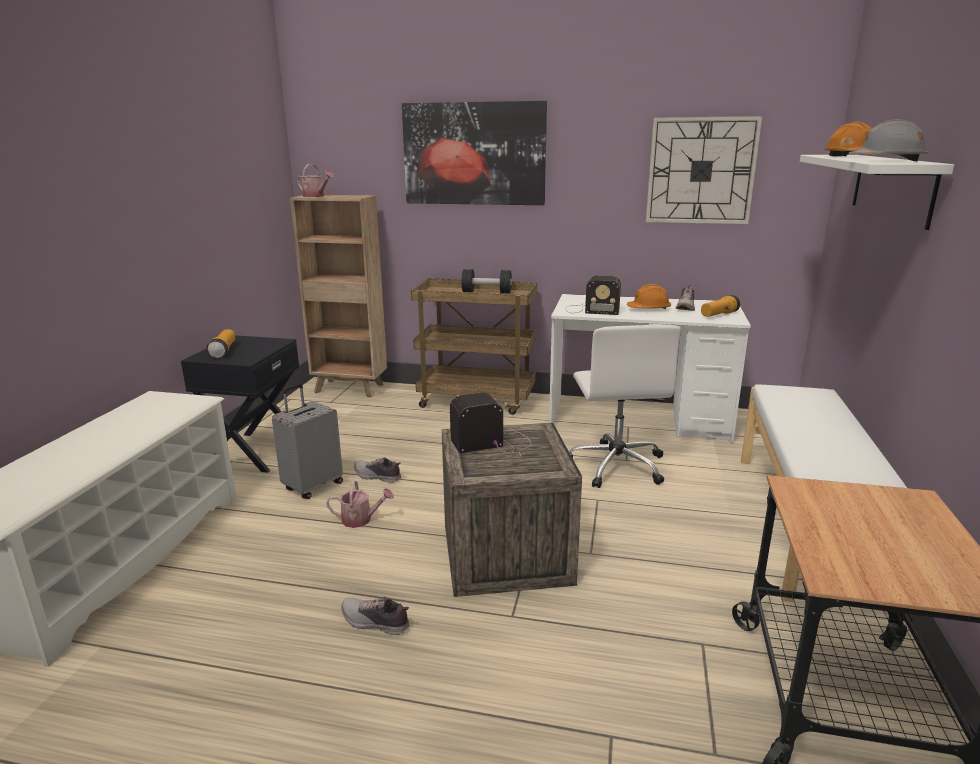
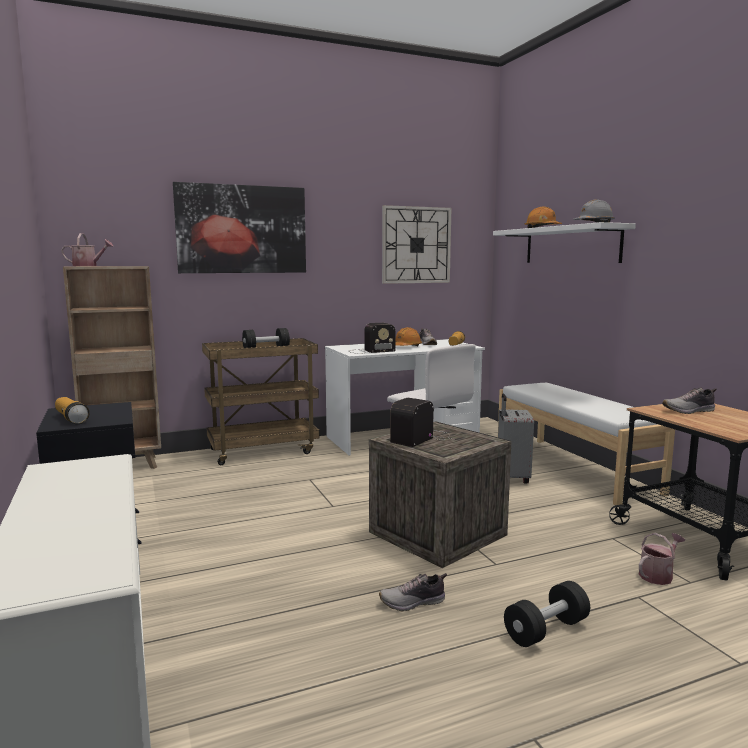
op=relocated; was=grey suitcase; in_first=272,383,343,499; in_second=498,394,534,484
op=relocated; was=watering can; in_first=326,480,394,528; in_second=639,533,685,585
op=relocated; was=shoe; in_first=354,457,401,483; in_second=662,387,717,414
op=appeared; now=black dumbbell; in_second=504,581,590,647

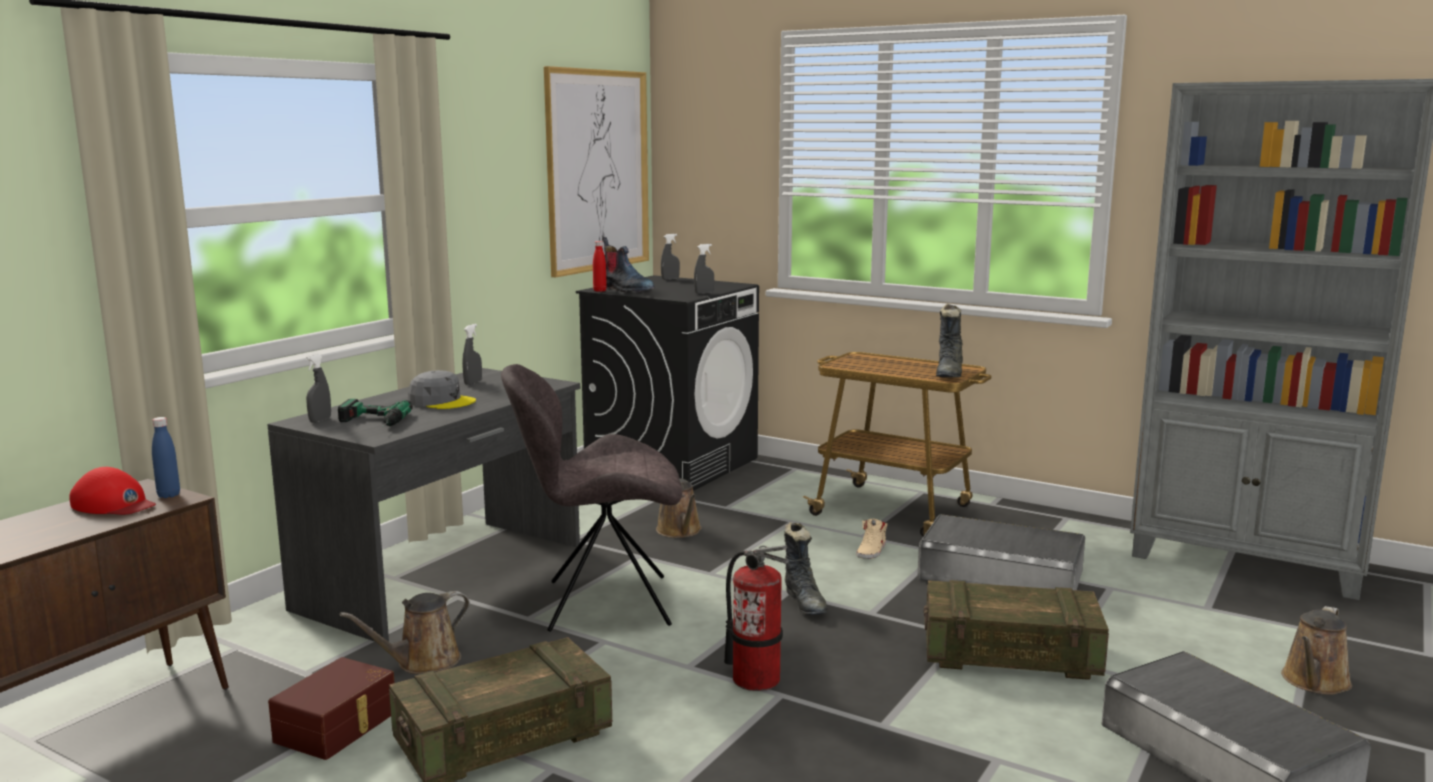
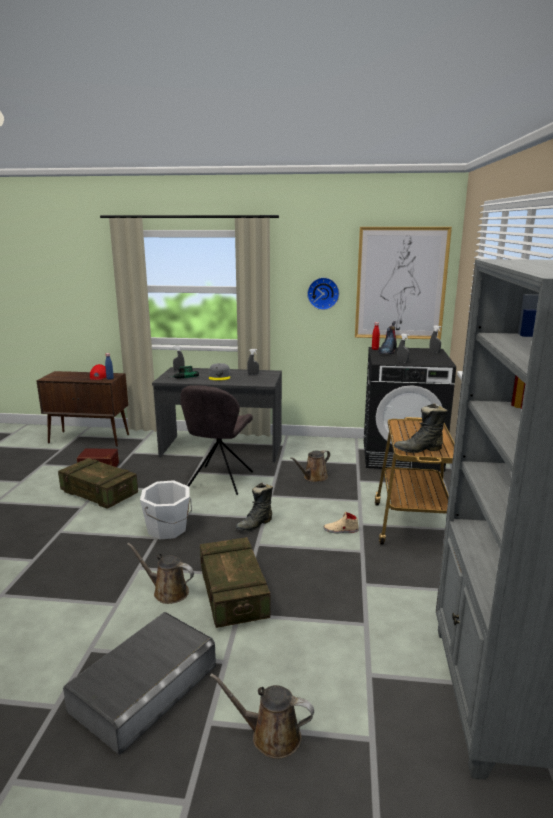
op=relocated; was=brown watering can; in_first=339,591,470,674; in_second=127,543,194,604
op=spun; was=grey chair; in_first=501,364,682,632; in_second=180,385,253,495; clockwise=-135
op=exchanged; was=fire extinguisher; now=white bucket; in_first=724,545,789,691; in_second=140,480,192,539
op=missing; was=grey storage box; in_first=917,514,1085,590
op=appeared; now=wall clock; in_second=307,277,339,310

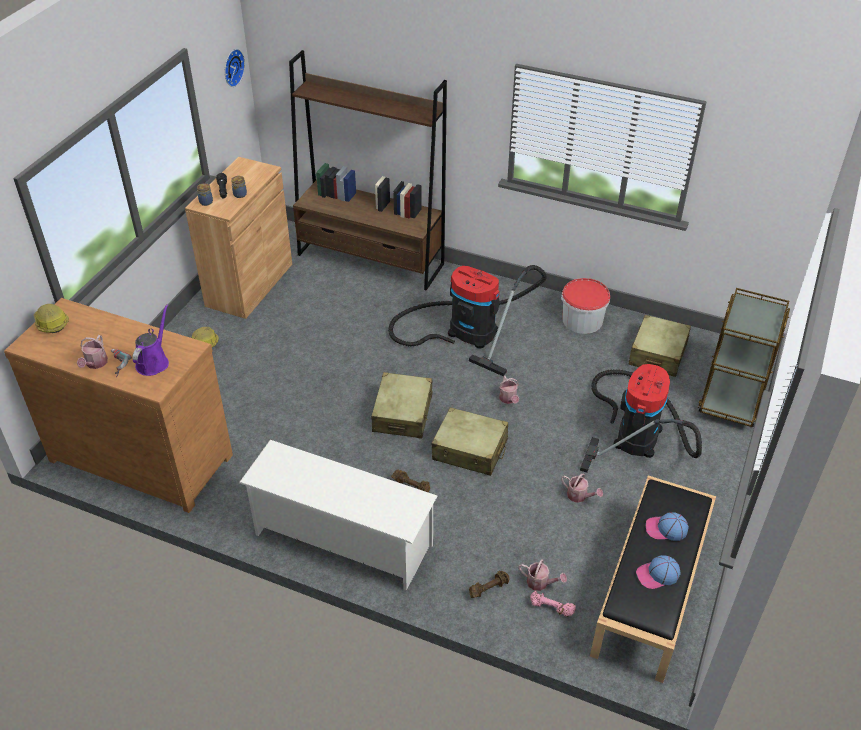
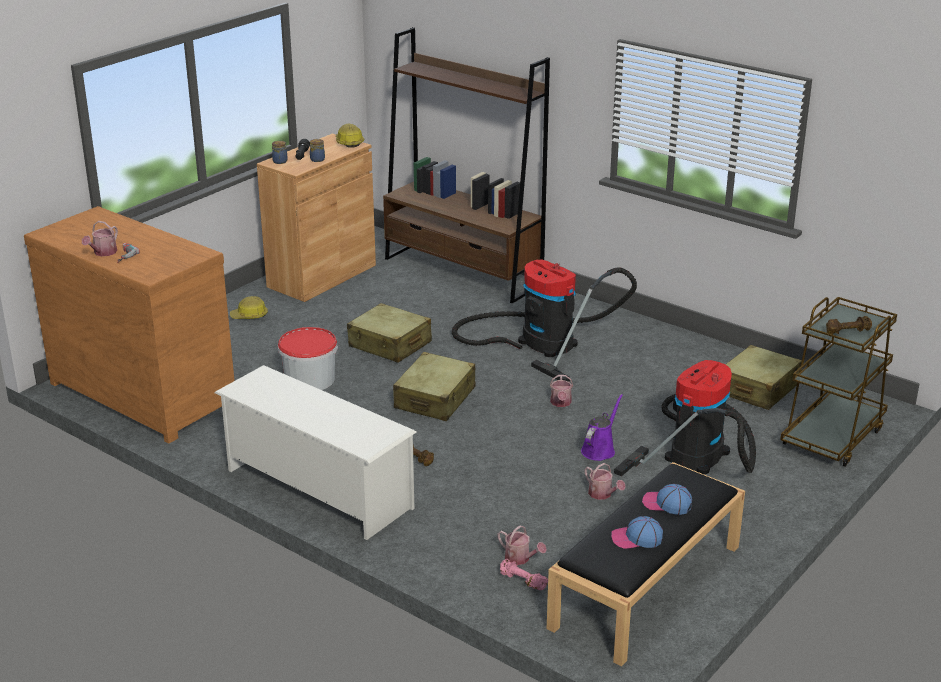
op=relocated; was=hard hat; in_first=34,304,69,333; in_second=336,124,365,148
op=relocated; was=purple watering can; in_first=132,304,169,376; in_second=581,394,623,461
op=missing; was=wall clock; in_first=225,49,245,87
op=relocated; was=beige suitcase; in_first=431,407,508,476; in_second=347,303,432,363
op=relocated; was=brown dumbbell; in_first=469,571,509,598; in_second=826,316,872,335
op=relocated; was=bucket; in_first=561,278,610,334; in_second=278,327,338,390

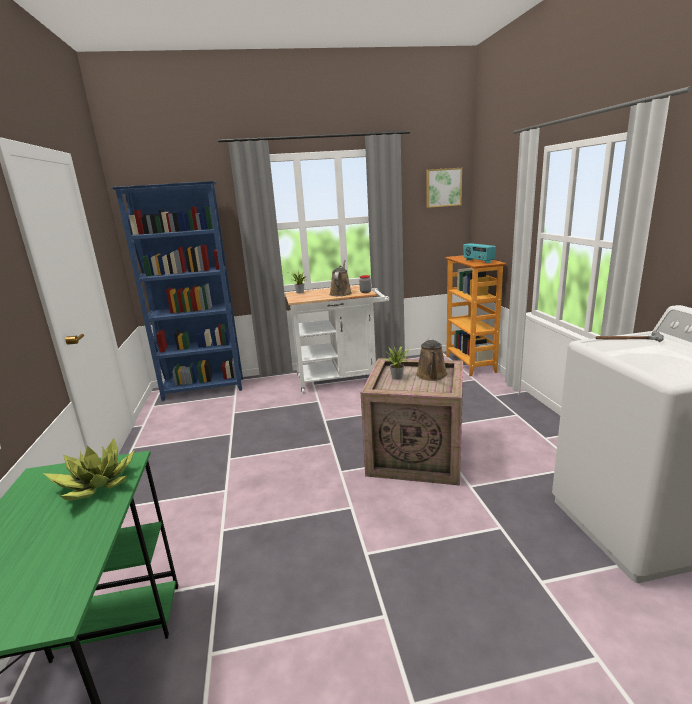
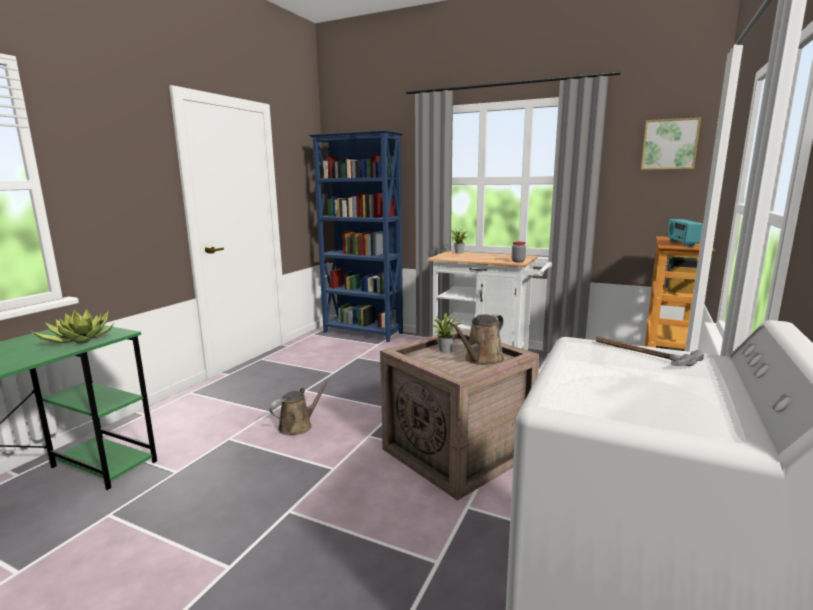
op=relocated; was=brown watering can; in_first=329,260,352,296; in_second=269,375,333,435

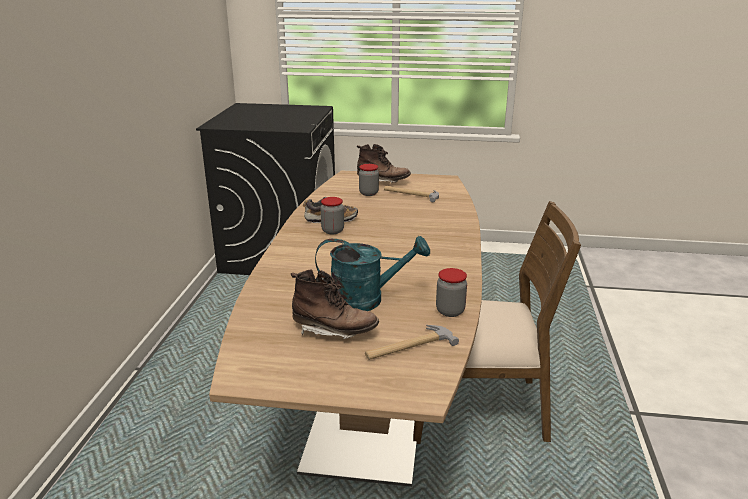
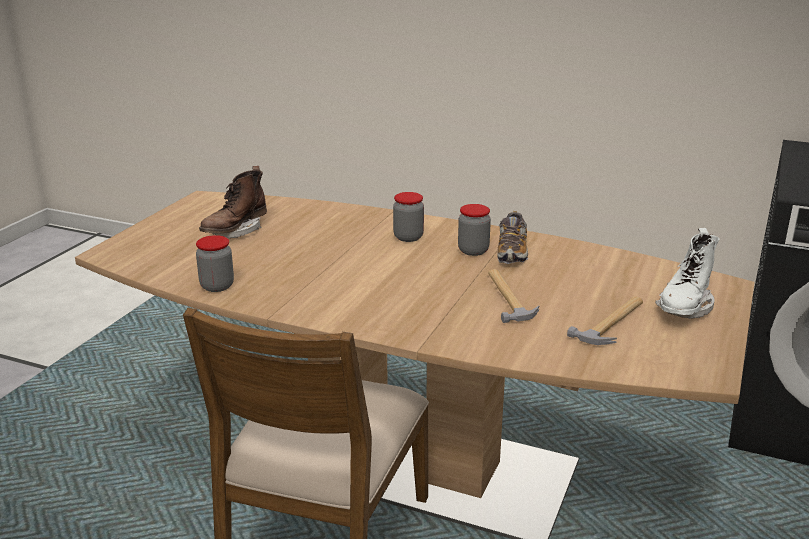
op=missing; was=turquoise watering can; in_first=315,236,430,311
op=colour; was=brown boot; now=white boot; in_first=357,144,411,183; in_second=655,228,720,319
op=relocated; was=jar; in_first=359,164,379,196; in_second=393,192,424,242
op=relocated; was=hammer; in_first=365,325,459,360; in_second=488,269,540,323

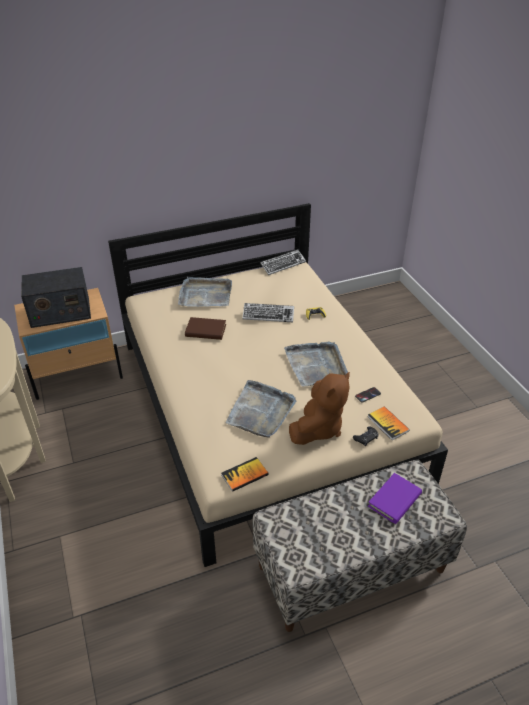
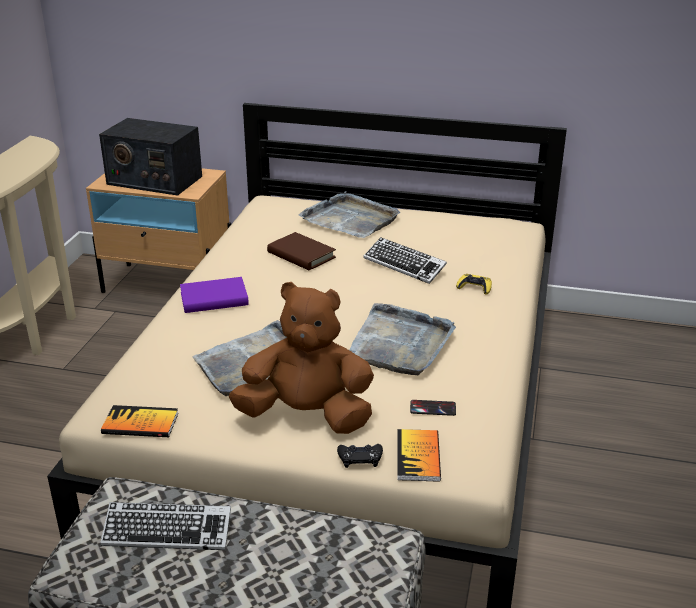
op=relocated; was=keyboard; in_first=260,249,306,275; in_second=100,502,231,550
op=spun; was=brown plush toy; in_first=289,372,350,445; in_second=229,282,374,434; clockwise=-150
op=relocated; was=purple book; in_first=368,473,422,524; in_second=180,277,249,313

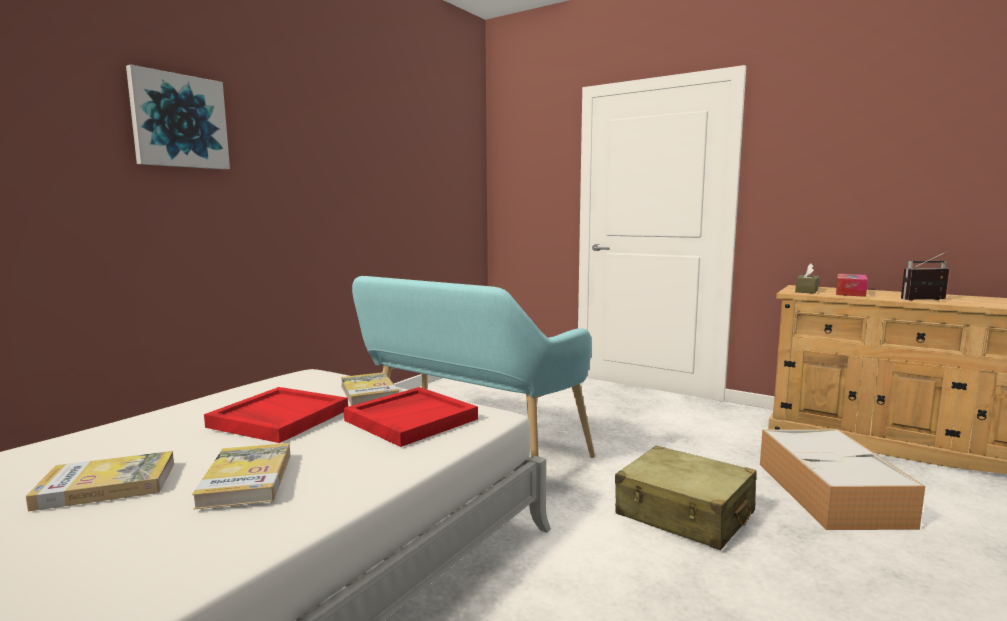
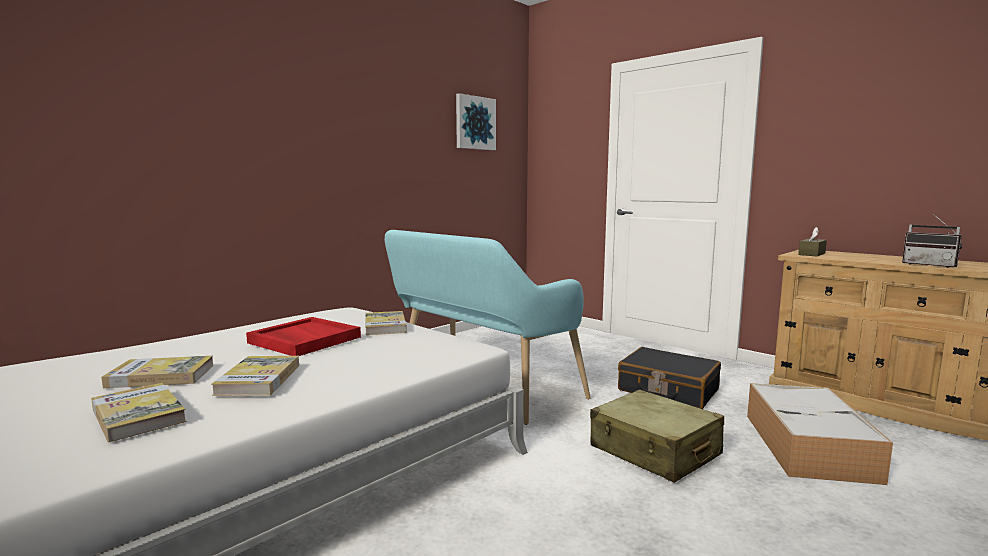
op=relocated; was=picture; in_first=126,64,230,170; in_second=456,93,496,150
op=missing; was=red tray; in_first=344,387,478,447
op=missing; was=tissue box; in_first=836,274,868,297
op=spun; was=radio; in_first=901,251,949,301; in_second=902,214,962,268; clockwise=-135
op=appeared; now=book; in_second=91,383,187,442
op=appeared; now=black suitcase; in_second=618,347,721,409

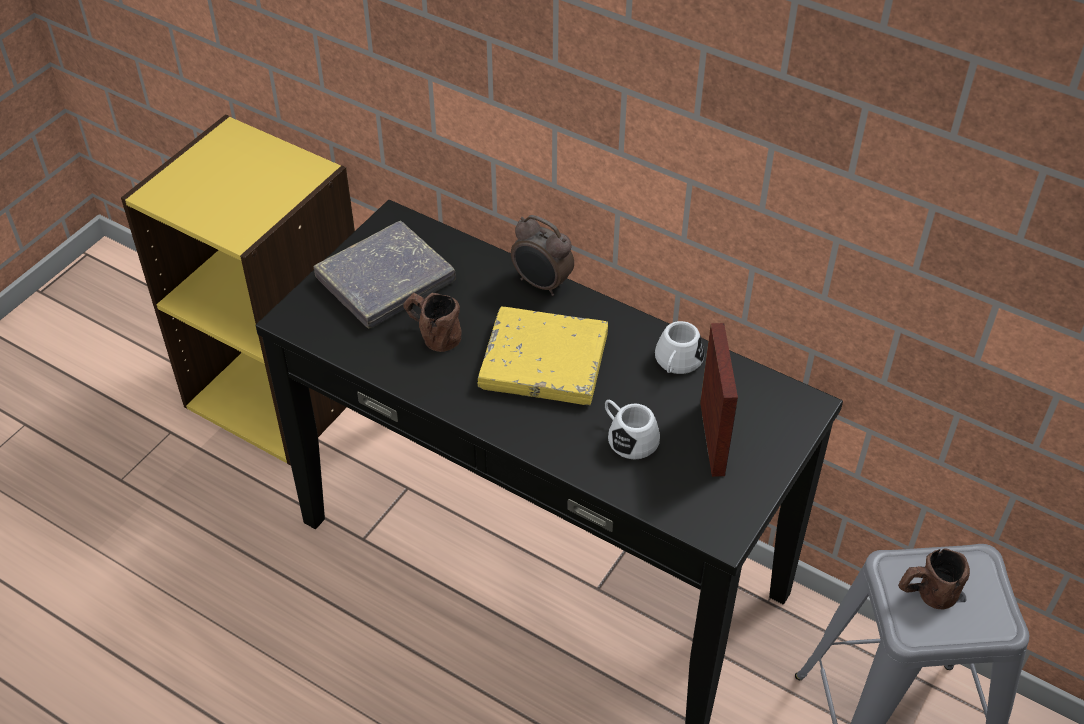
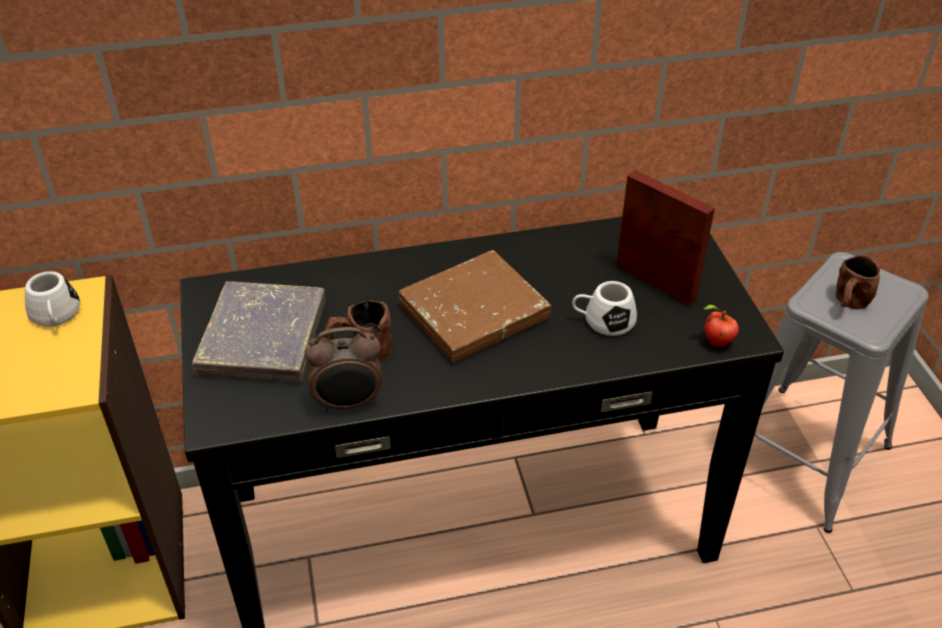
op=colour; was=yellow book; now=brown book; in_first=478,307,608,405; in_second=399,250,552,362
op=relocated; was=alarm clock; in_first=511,215,574,296; in_second=305,327,382,413
op=relocated; was=white mug; in_first=655,321,704,374; in_second=25,271,80,326
op=appeared; now=apple; in_second=704,305,739,347

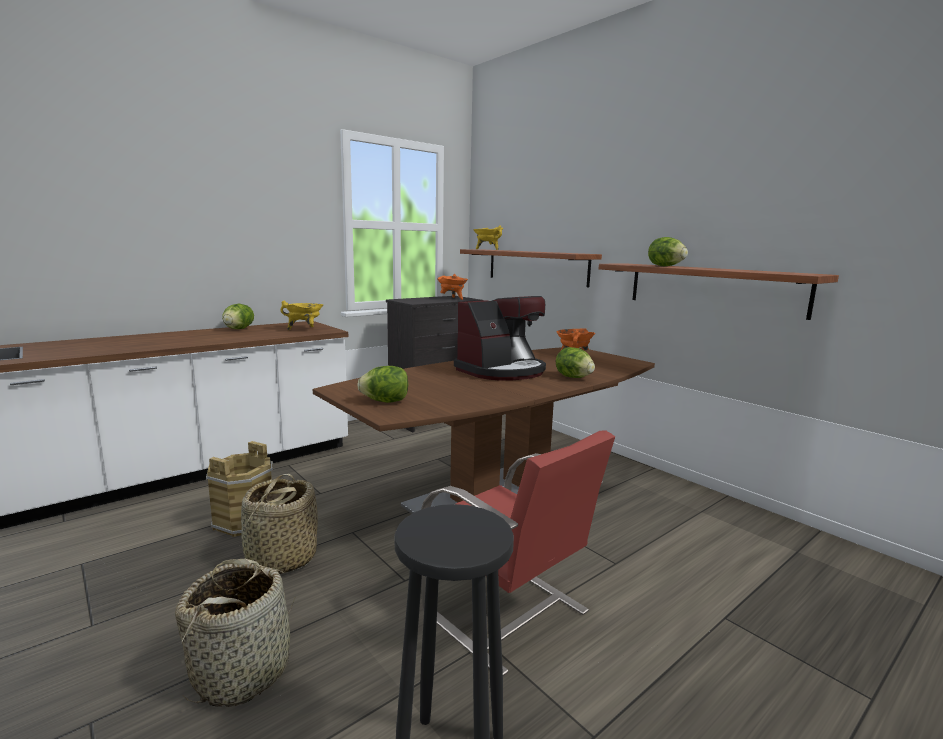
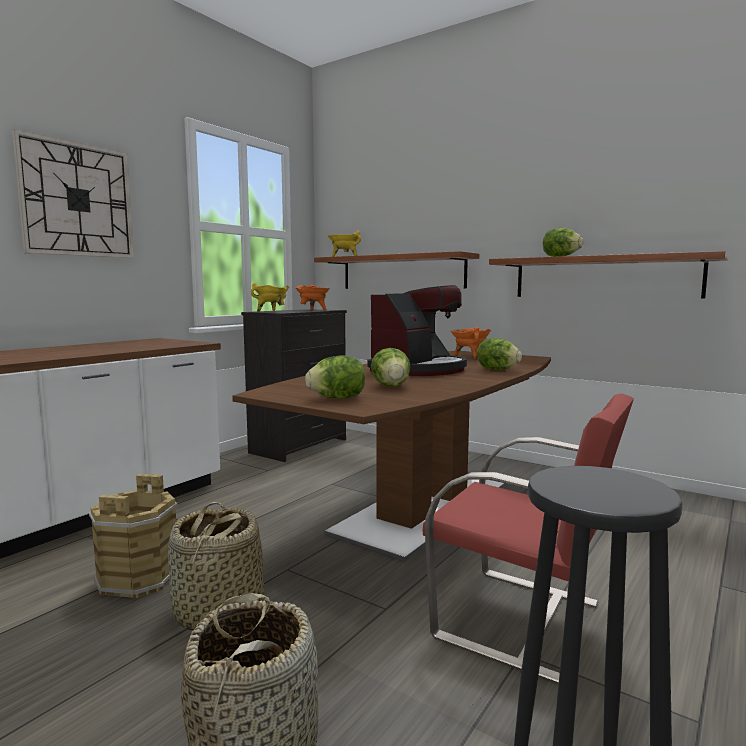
op=relocated; was=lettuce; in_first=222,304,254,329; in_second=371,348,410,387
op=relocated; was=yellow cooking pot; in_first=281,301,323,330; in_second=251,283,289,312
op=appeared; now=wall clock; in_second=12,129,134,258

